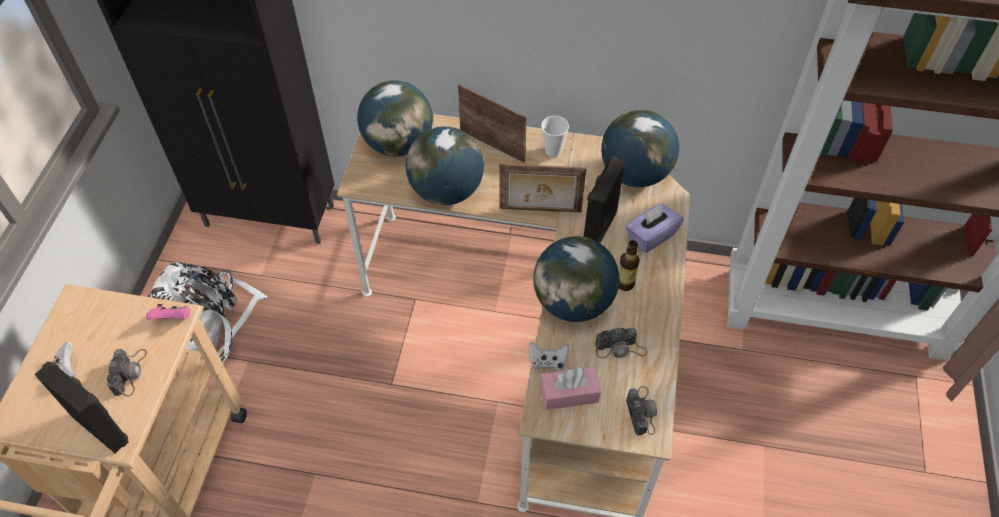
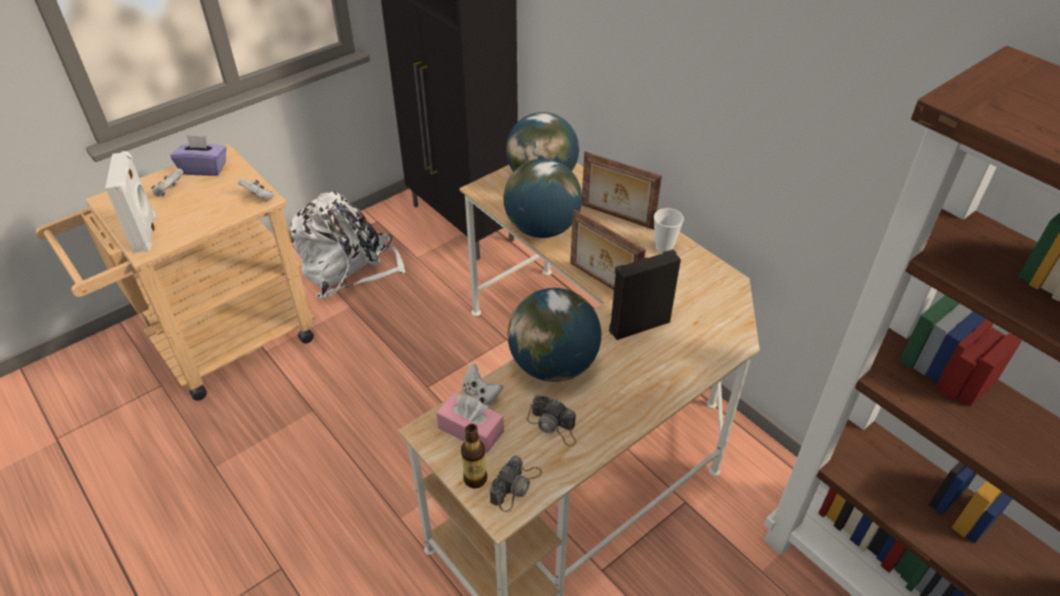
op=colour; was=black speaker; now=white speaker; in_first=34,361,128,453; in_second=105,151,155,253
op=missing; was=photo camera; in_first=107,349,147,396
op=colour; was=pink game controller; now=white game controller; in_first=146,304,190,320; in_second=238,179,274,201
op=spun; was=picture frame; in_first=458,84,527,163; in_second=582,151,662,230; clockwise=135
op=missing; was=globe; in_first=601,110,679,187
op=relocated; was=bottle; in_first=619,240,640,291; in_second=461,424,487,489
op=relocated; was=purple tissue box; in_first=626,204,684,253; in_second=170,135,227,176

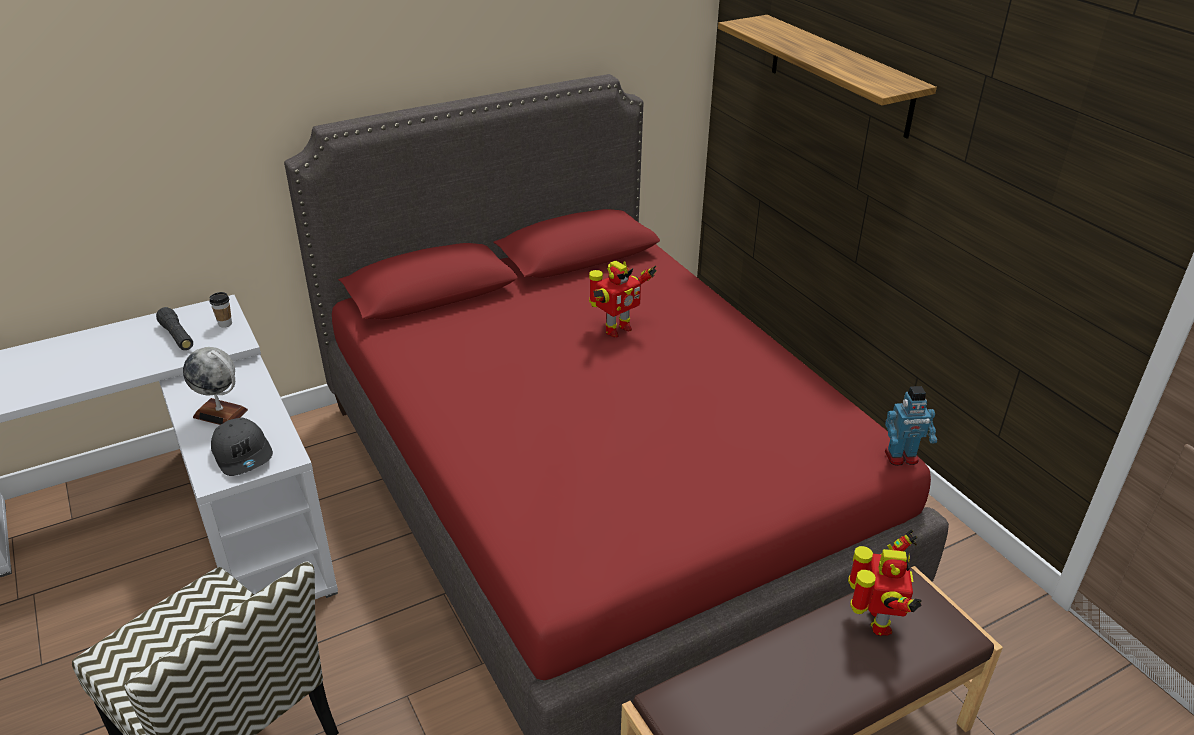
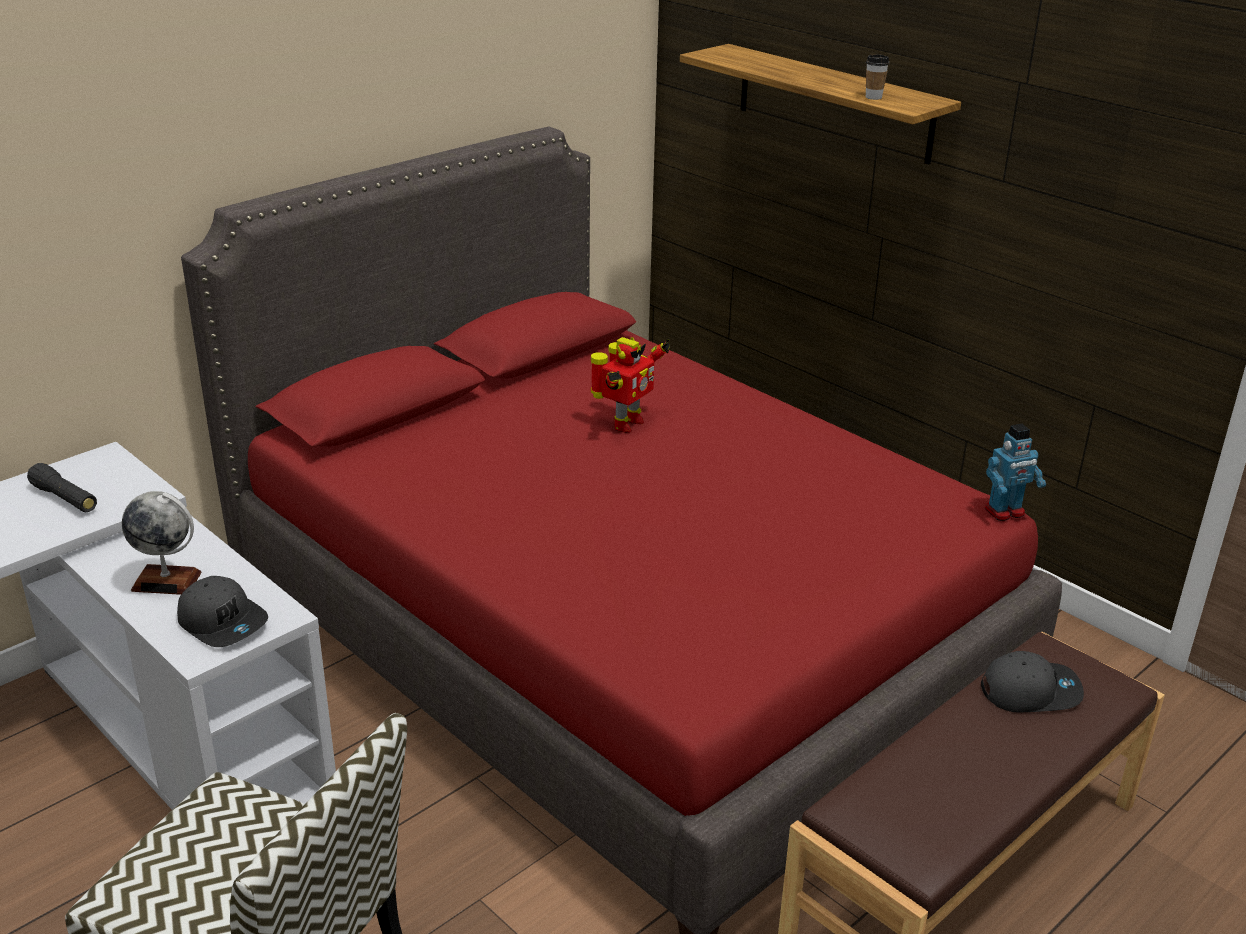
op=relocated; was=cup; in_first=210,292,232,328; in_second=866,55,889,100
op=exchanged; was=toy robot; now=grey cap; in_first=848,529,922,636; in_second=981,651,1084,713

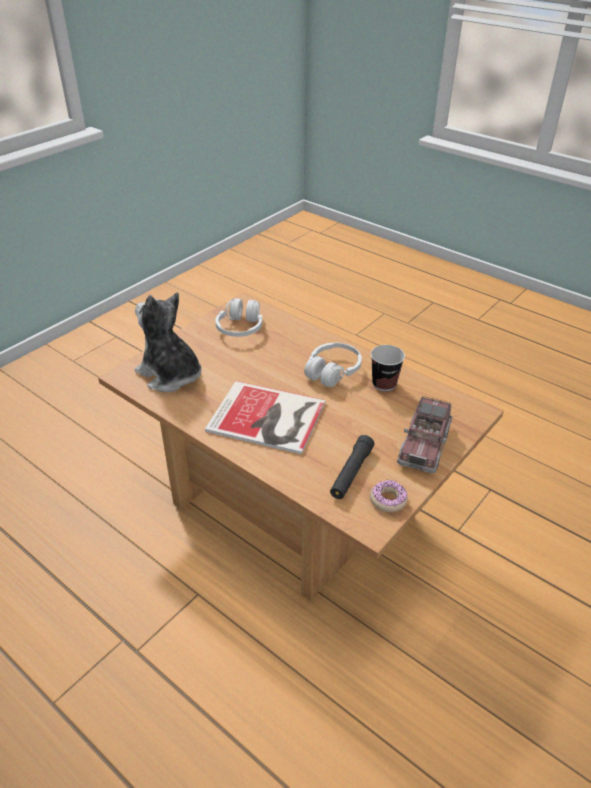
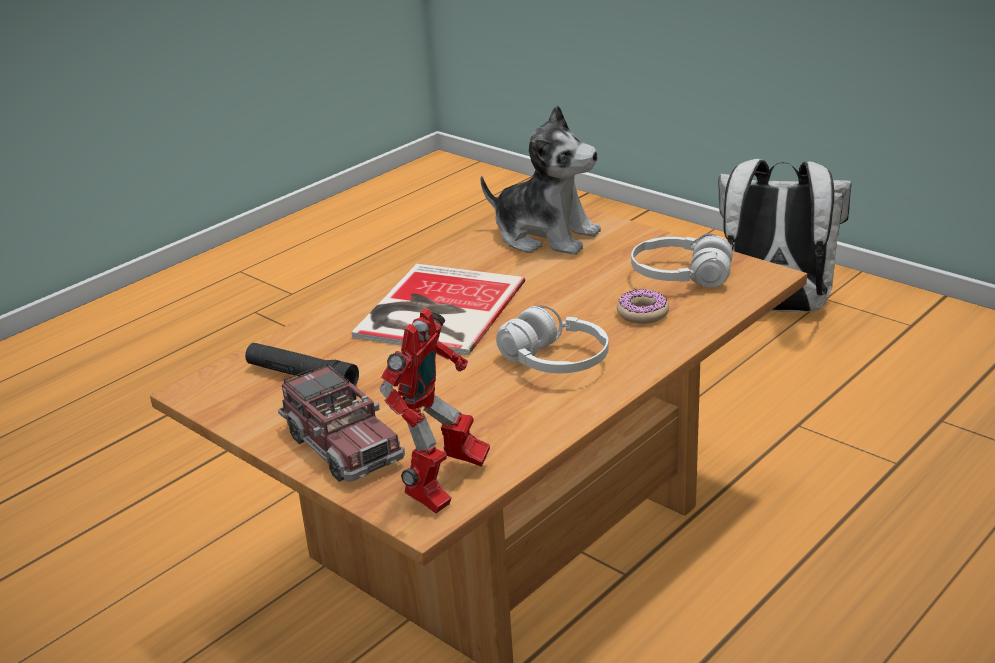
op=spun; was=plush toy; in_first=135,293,201,392; in_second=480,105,601,255; clockwise=75
op=relocated; was=donut; in_first=370,480,408,512; in_second=617,289,669,324
op=missing; was=cup; in_first=371,345,405,391
op=spun; was=toy truck; in_first=397,396,452,473; in_second=278,363,405,482; clockwise=-150
op=appeared; now=toy robot; in_second=380,308,490,514
op=appeared; now=white backpack; in_second=718,159,852,312

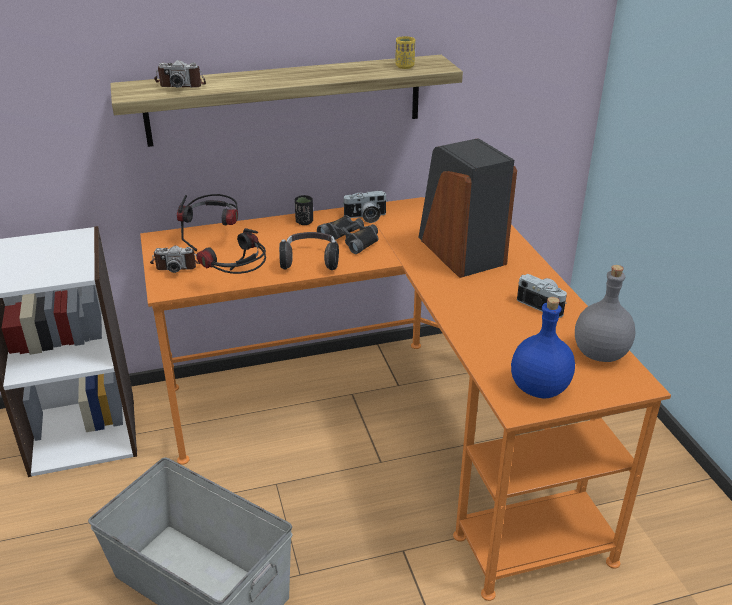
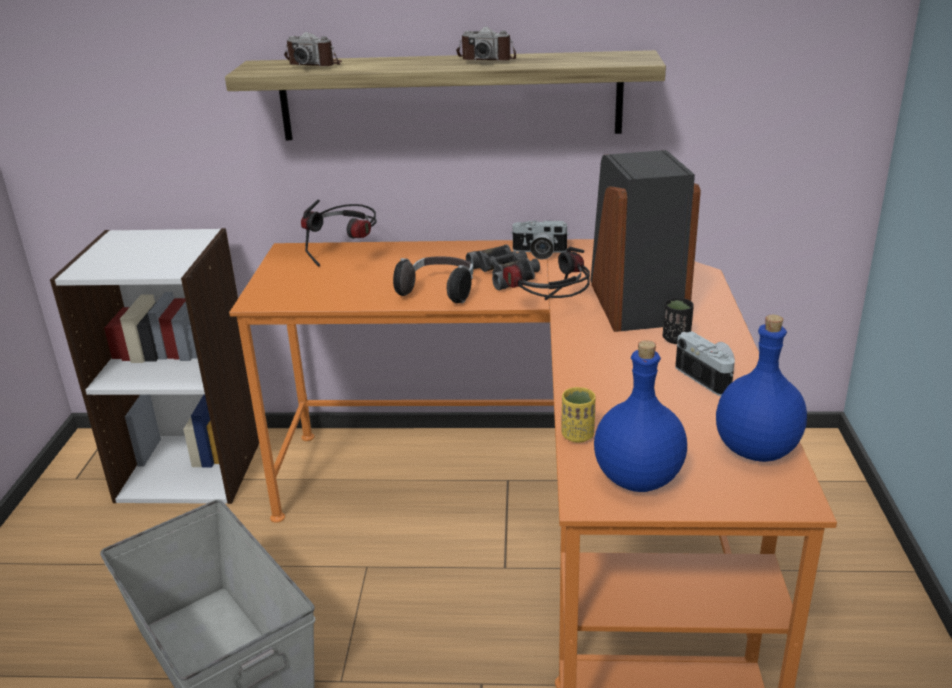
op=relocated; was=photo camera; in_first=150,245,200,273; in_second=456,26,516,61
op=relocated; was=headphones; in_first=197,228,266,274; in_second=503,247,590,300
op=relocated; was=black cup; in_first=295,195,313,225; in_second=663,298,694,344
op=relocated; was=yellow cup; in_first=395,36,415,69; in_second=561,387,596,443
op=colour; was=grey bottle; now=blue bottle; in_first=575,265,635,362; in_second=716,315,807,462

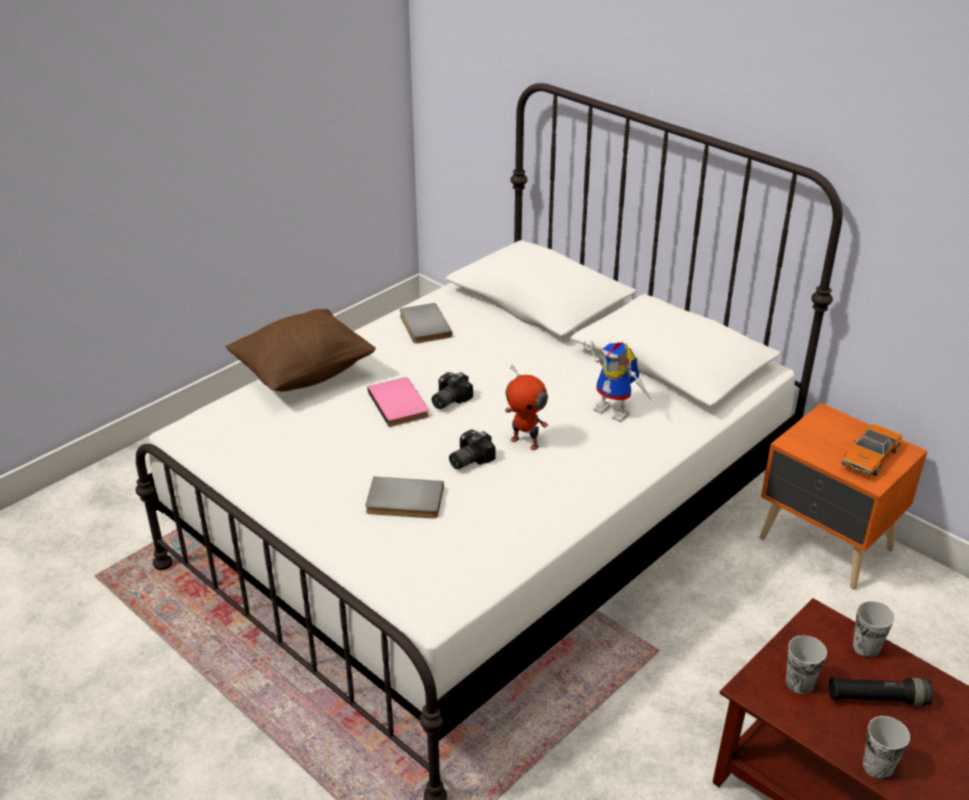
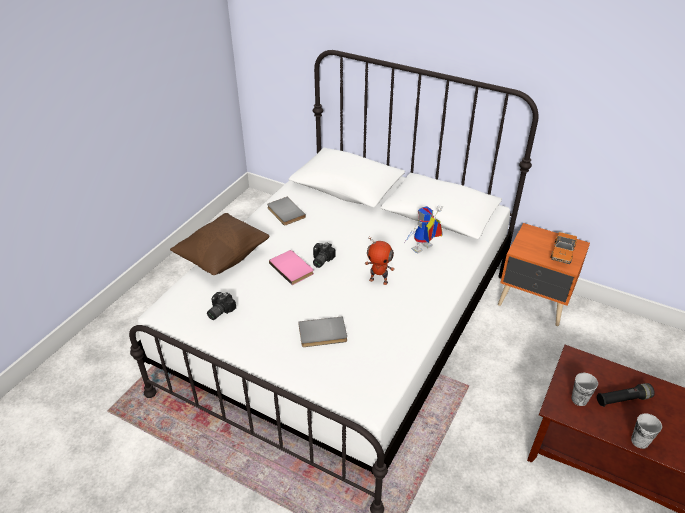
op=relocated; was=photo camera; in_first=449,429,496,469; in_second=207,292,236,320
op=spun; was=toy robot; in_first=583,340,652,422; in_second=405,206,443,254; clockwise=120
op=missing; was=cup; in_first=853,601,895,658

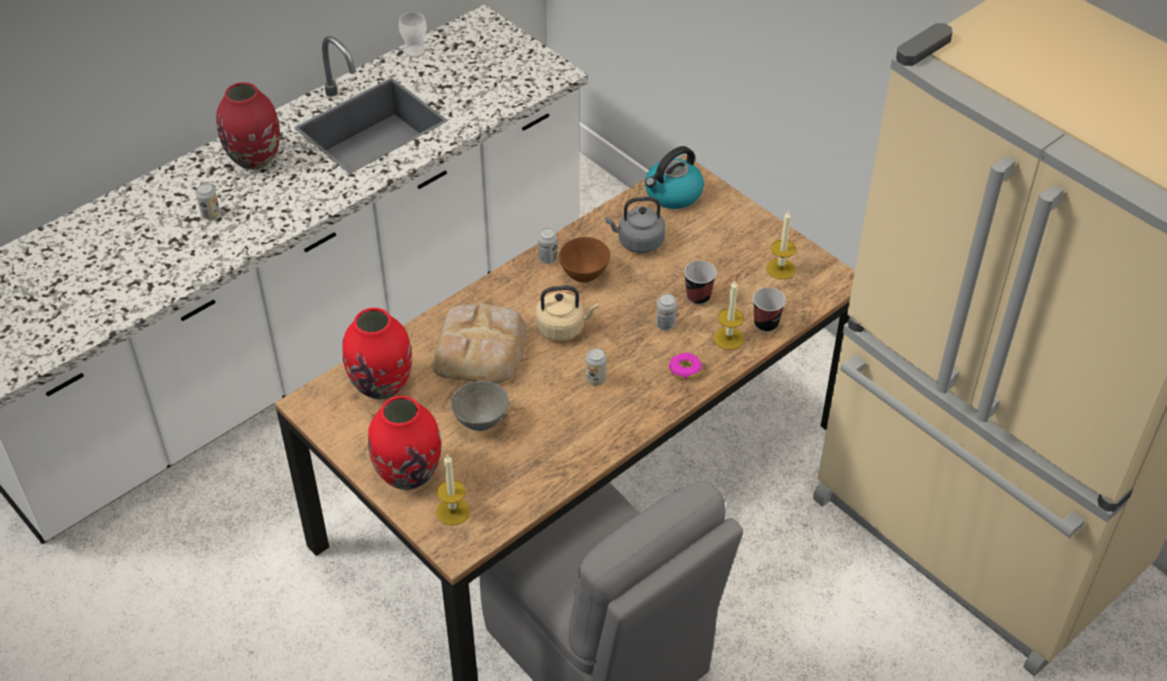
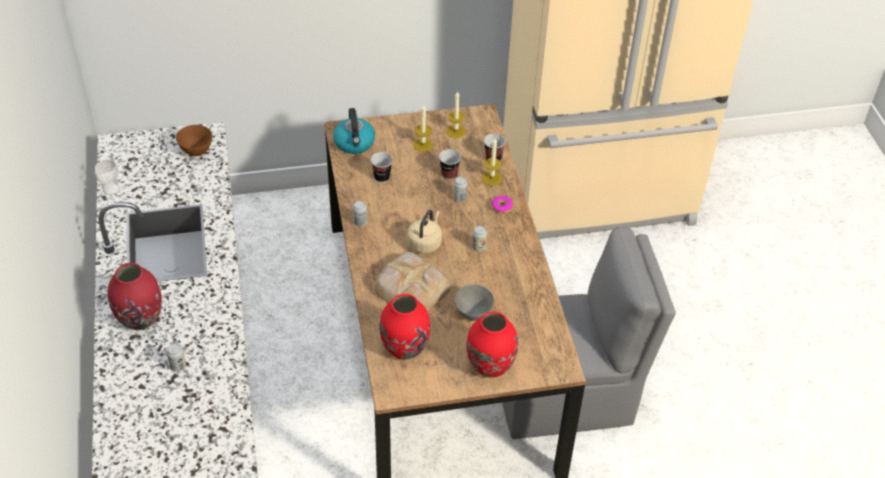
op=relocated; was=candle; in_first=436,454,470,525; in_second=413,105,433,152
op=relocated; was=brown bowl; in_first=559,237,610,282; in_second=176,125,212,156
op=exchanged; was=grey kettle; now=cup; in_first=605,197,665,253; in_second=371,152,393,183

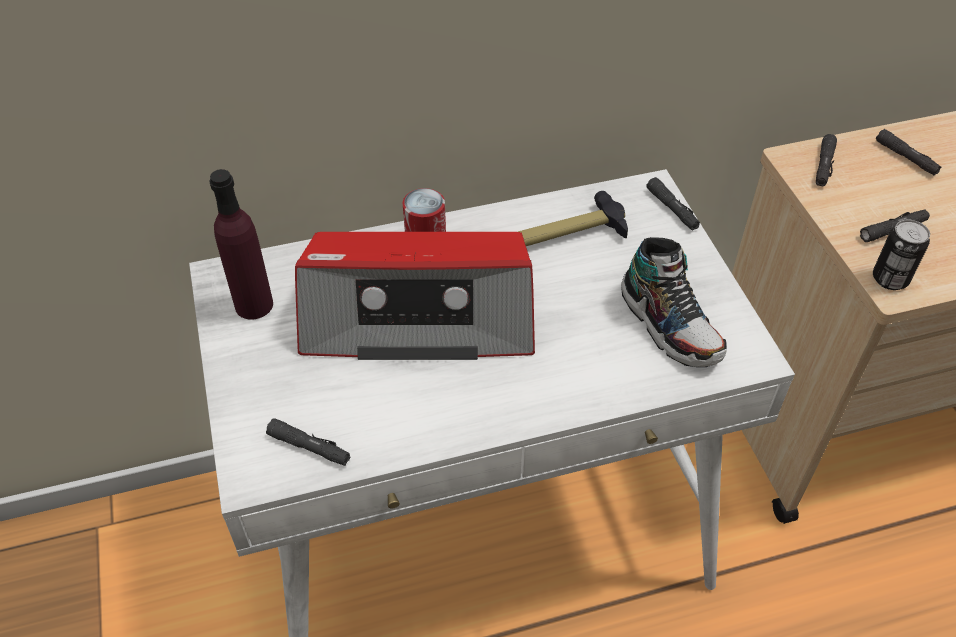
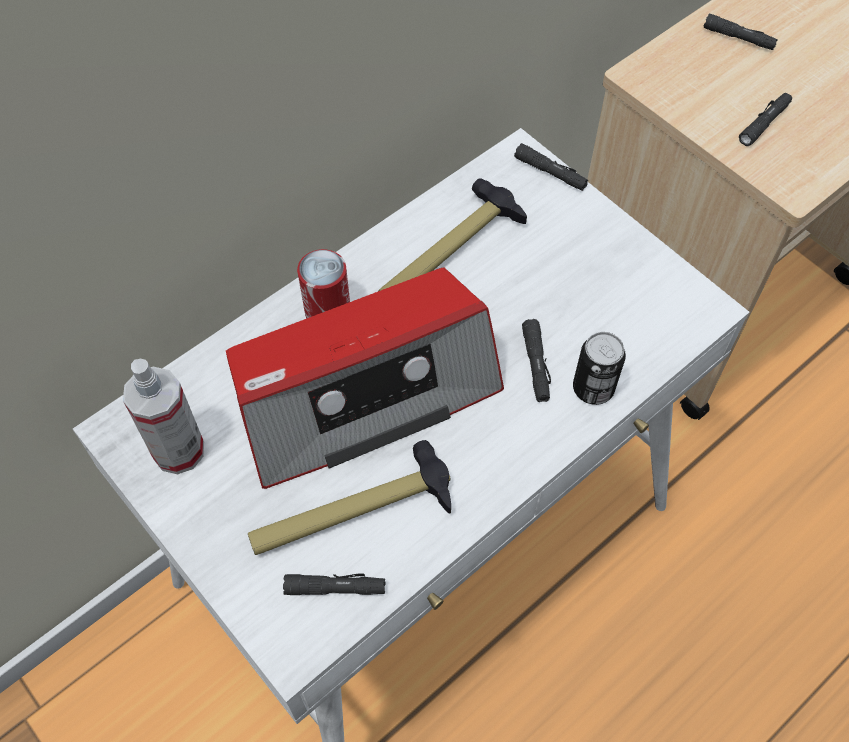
op=exchanged; was=purple bottle; now=spray bottle; in_first=209,169,273,320; in_second=123,359,204,474
op=missing; was=shoe; in_first=621,237,727,367
op=relocated; was=black flashlight; in_first=816,134,837,187; in_second=522,319,551,402
op=relocated; was=can; in_first=873,220,930,290; in_second=573,332,626,405
op=appeared; now=hammer; in_second=248,440,451,555

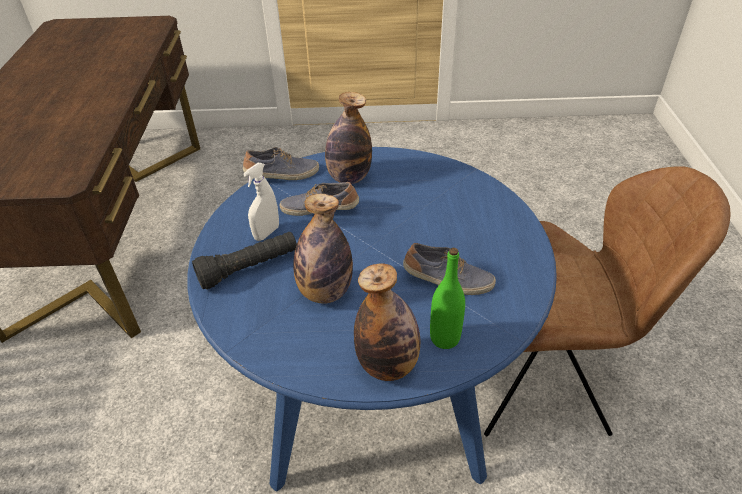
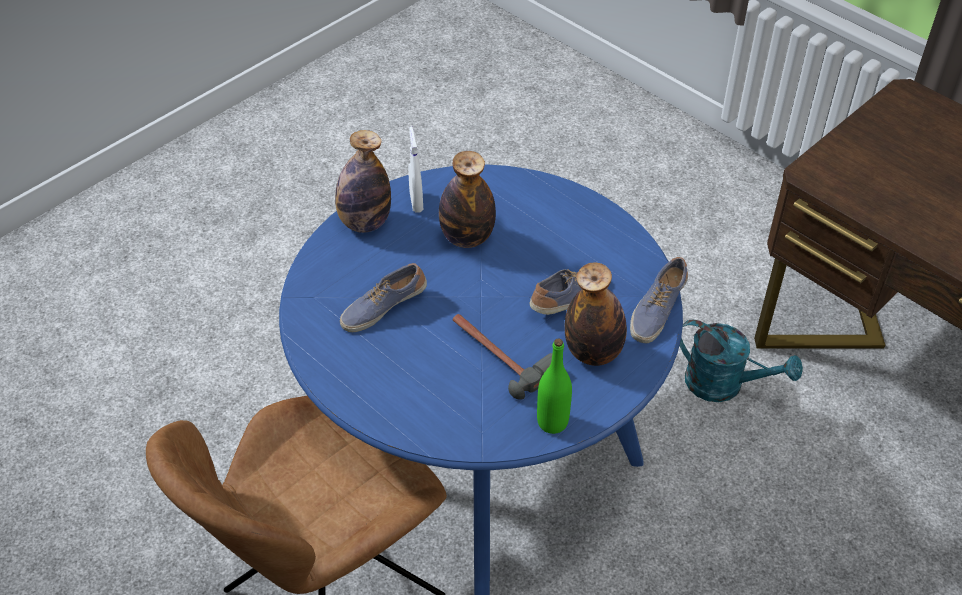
op=missing; was=black flashlight; in_first=192,232,297,289
op=relocated; was=white spray bottle; in_first=243,163,279,241; in_second=408,126,424,213
op=relocated; was=green bottle; in_first=430,248,465,349; in_second=537,338,572,434
op=appeared; now=hammer; in_second=453,314,552,400
op=appeared; now=turquoise watering can; in_second=679,320,803,402

